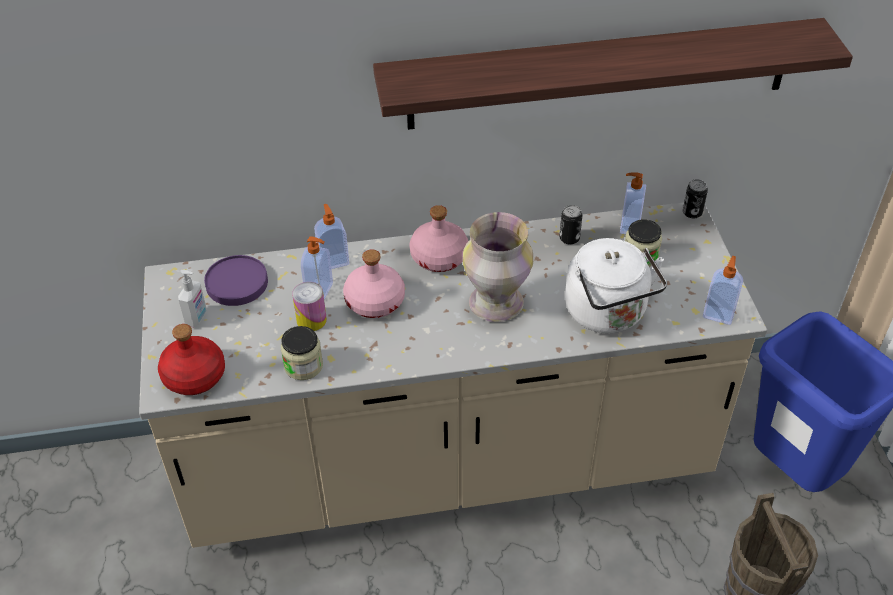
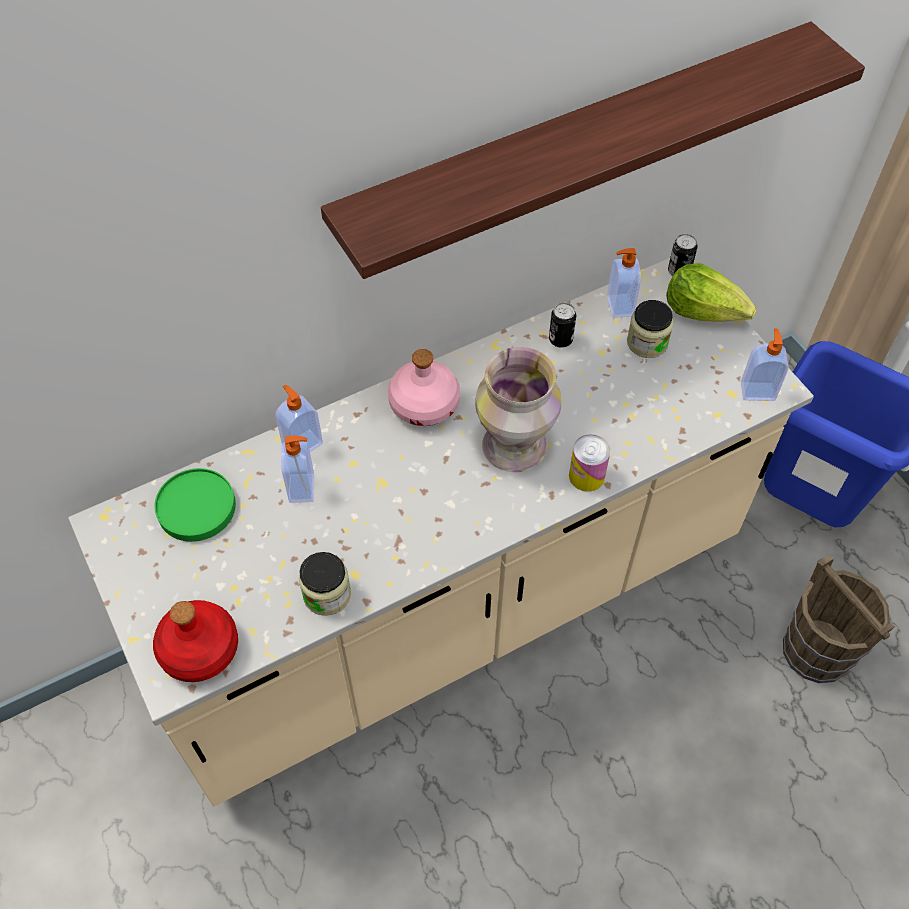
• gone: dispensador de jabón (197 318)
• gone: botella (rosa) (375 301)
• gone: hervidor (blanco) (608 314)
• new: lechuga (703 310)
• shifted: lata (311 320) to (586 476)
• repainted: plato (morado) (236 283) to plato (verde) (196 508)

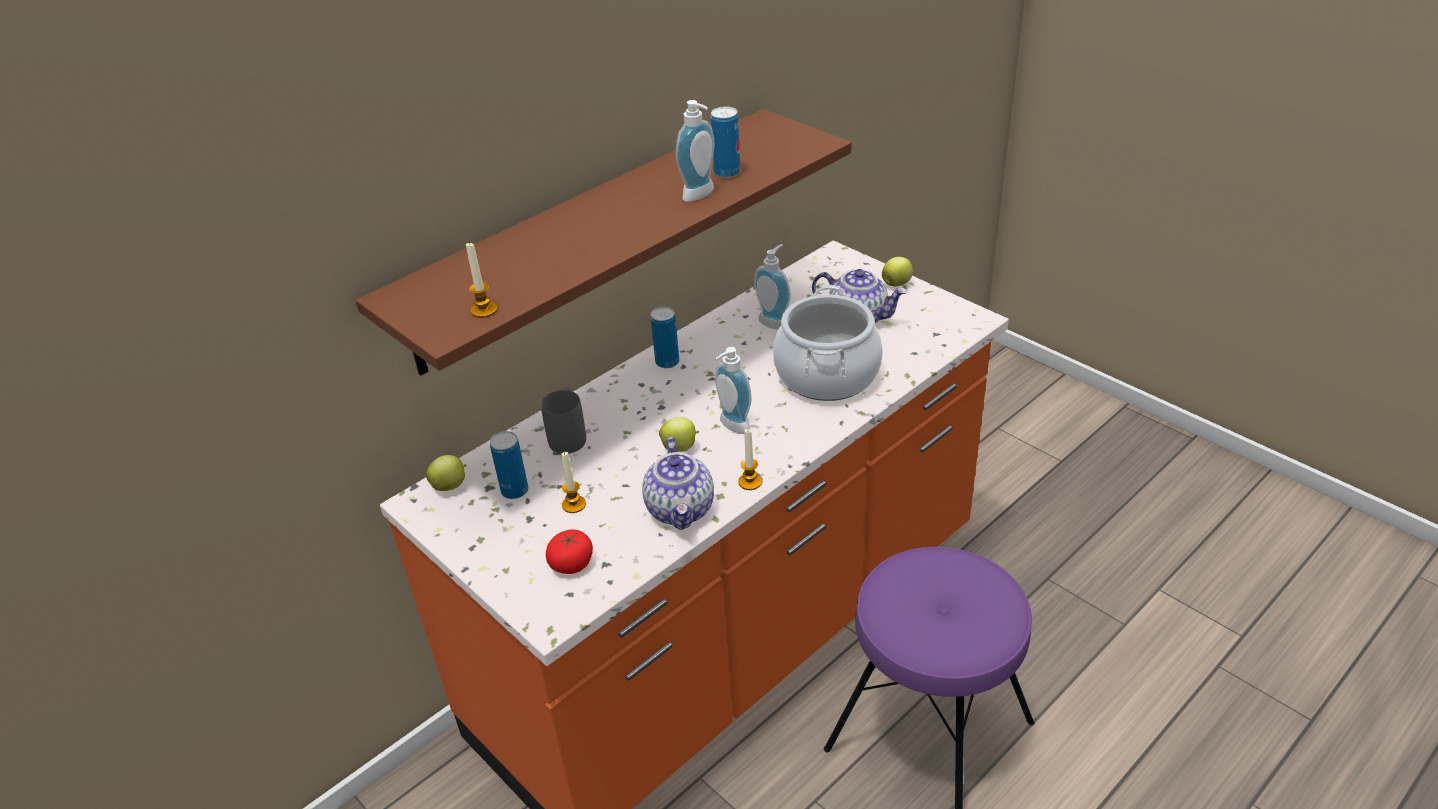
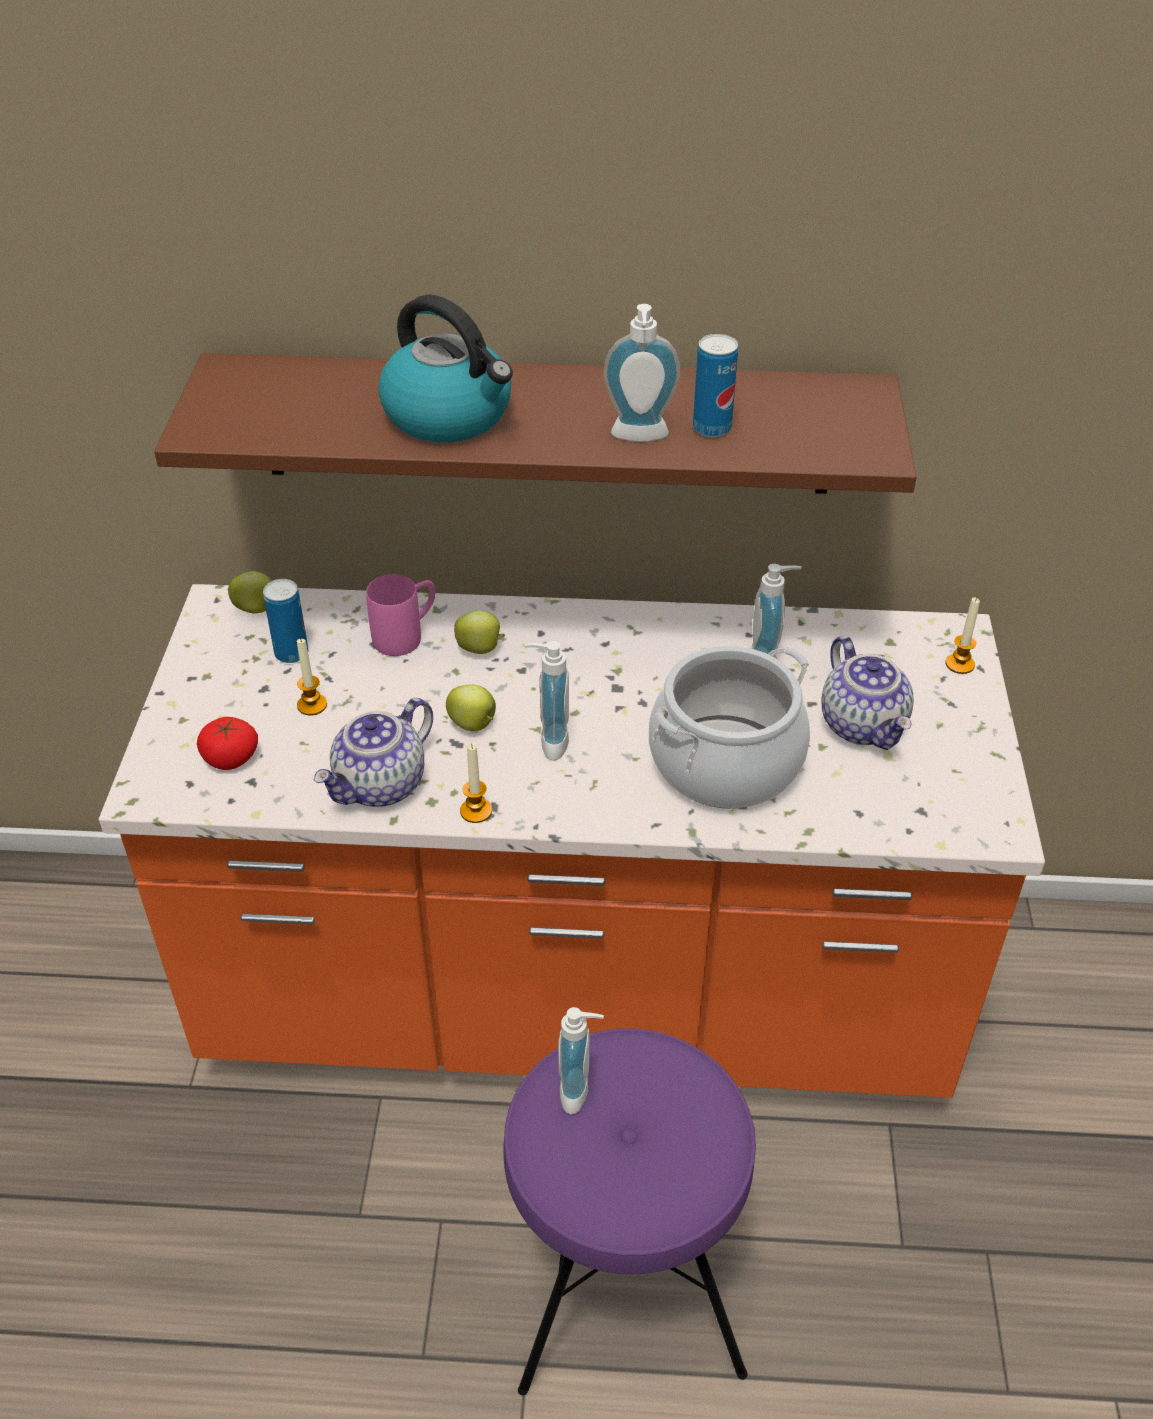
• gone: lata (667 362)
• new: hervidor (450 415)
• new: dispensador de jabón (580 1091)
• shifted: vela (484 310) to (959 664)
• shifted: manzana (897 284) to (480 649)
• repainted: taza grande (gris) (569 435) to taza grande (rosa) (406 635)

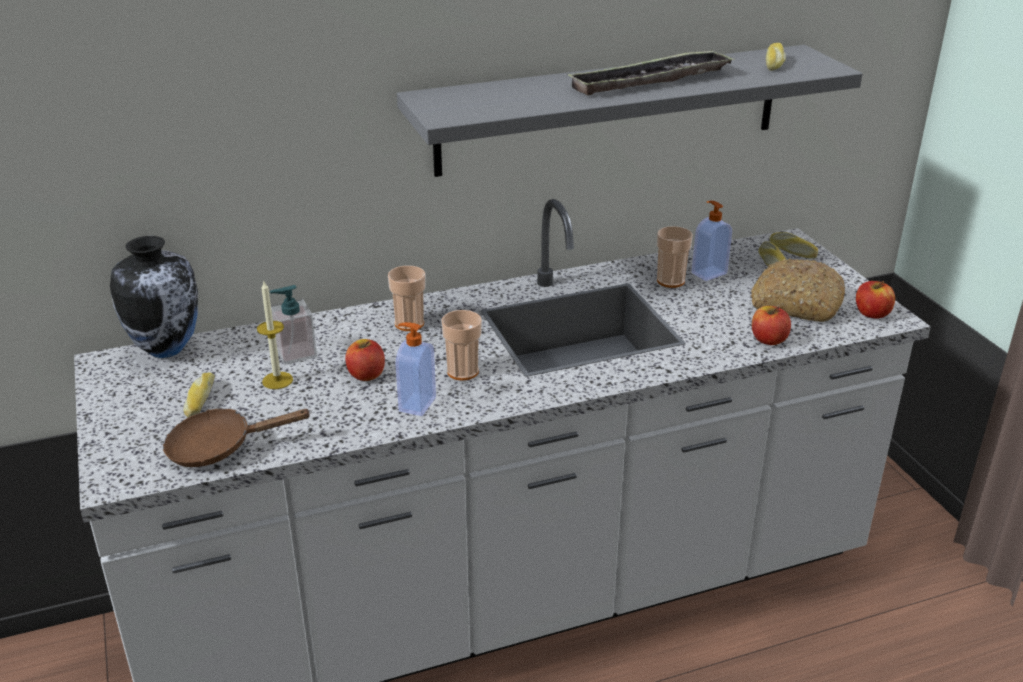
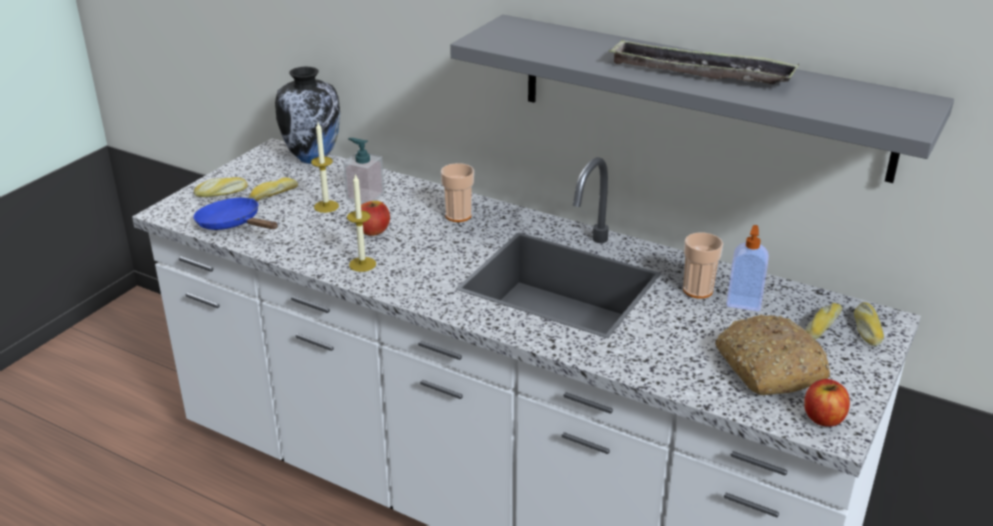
• gone: taza (463 371)
• gone: manzana (768 340)
• shifted: pan (774 63) to (221 193)
• swapped: dispensador de jabón (416 404) to vela (362 264)
• repainted: sartén (marrón) (219 447) to sartén (azul) (233 224)

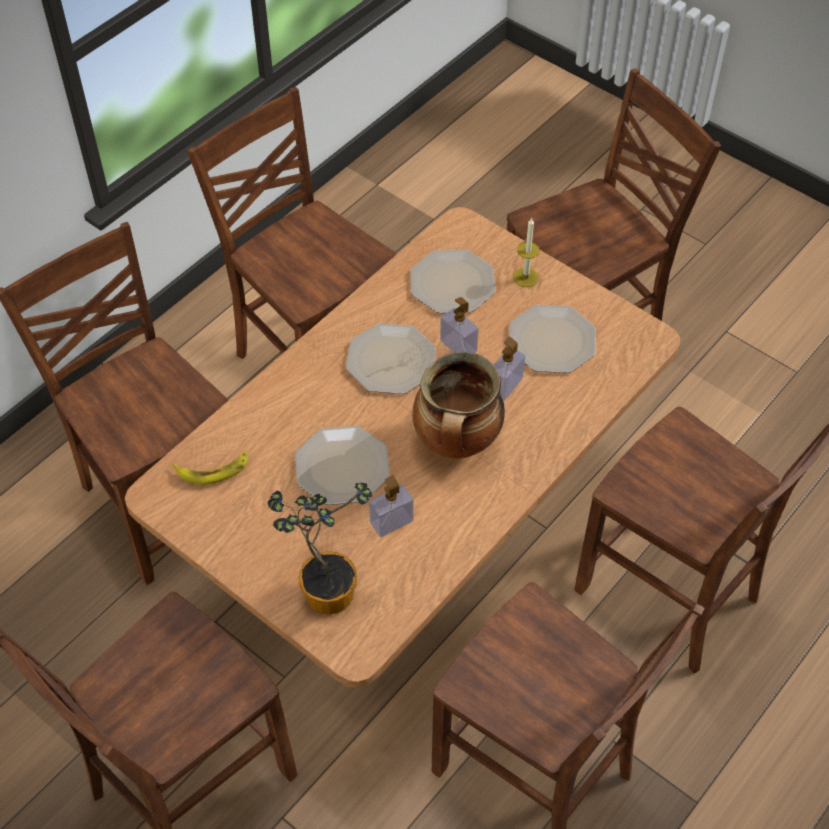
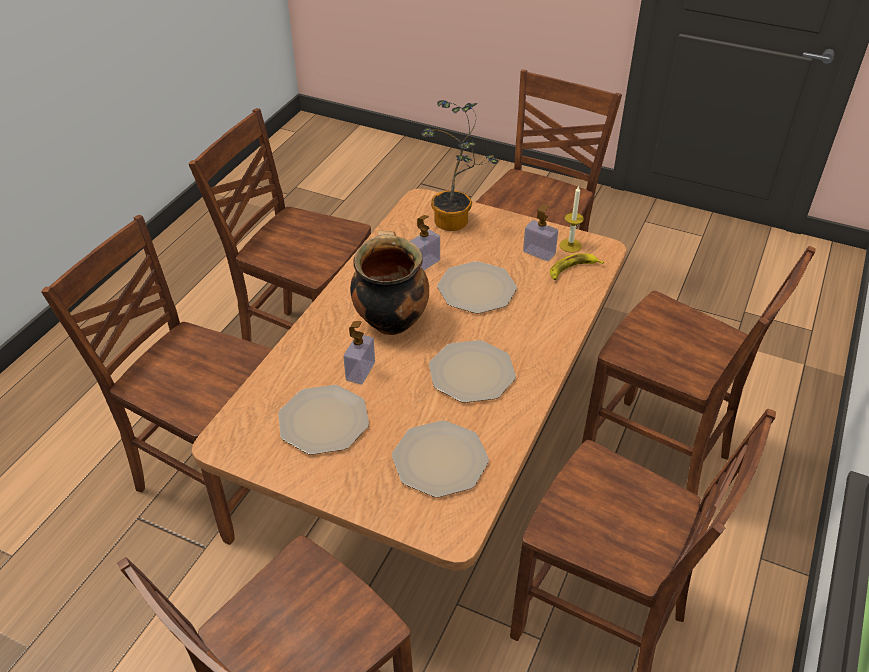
• shifted: dispensador de jabón (458 346) to (539 253)
• shifted: vela (525 277) to (570 245)

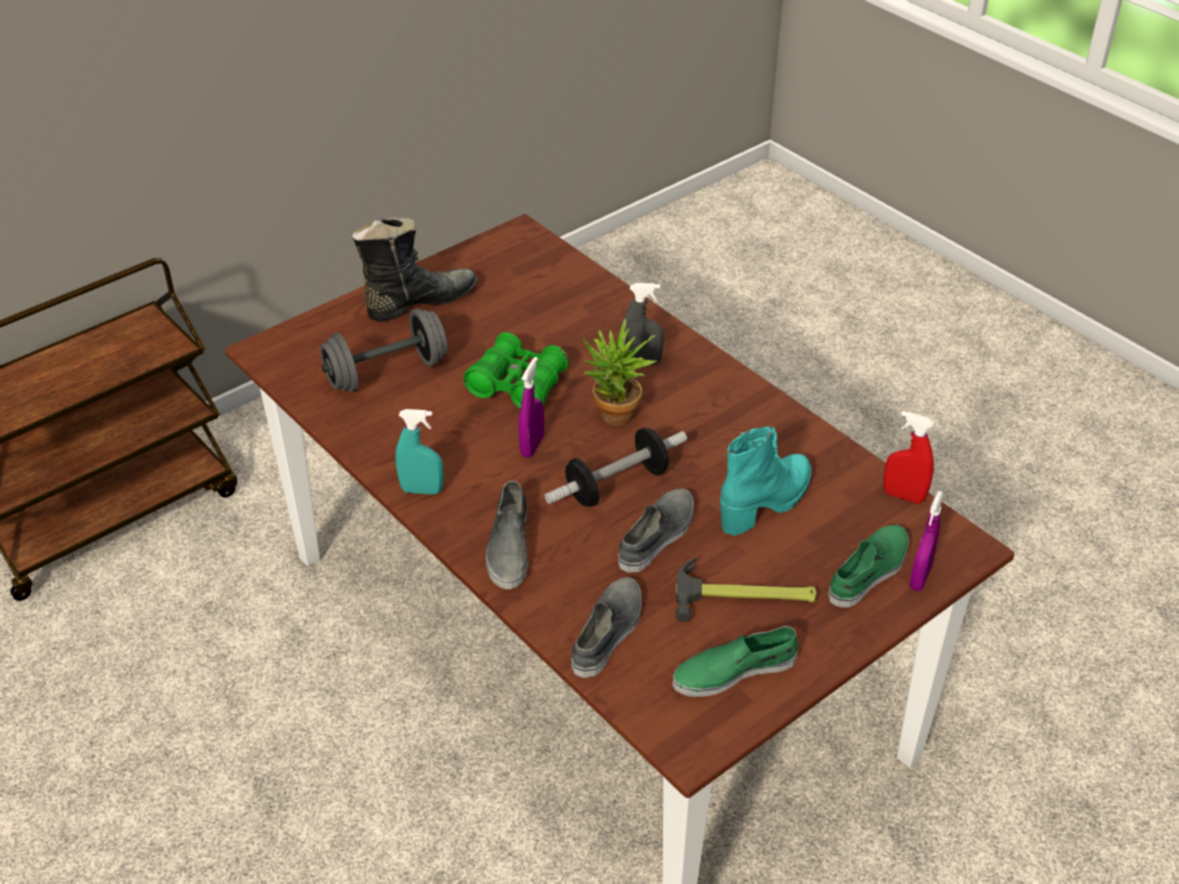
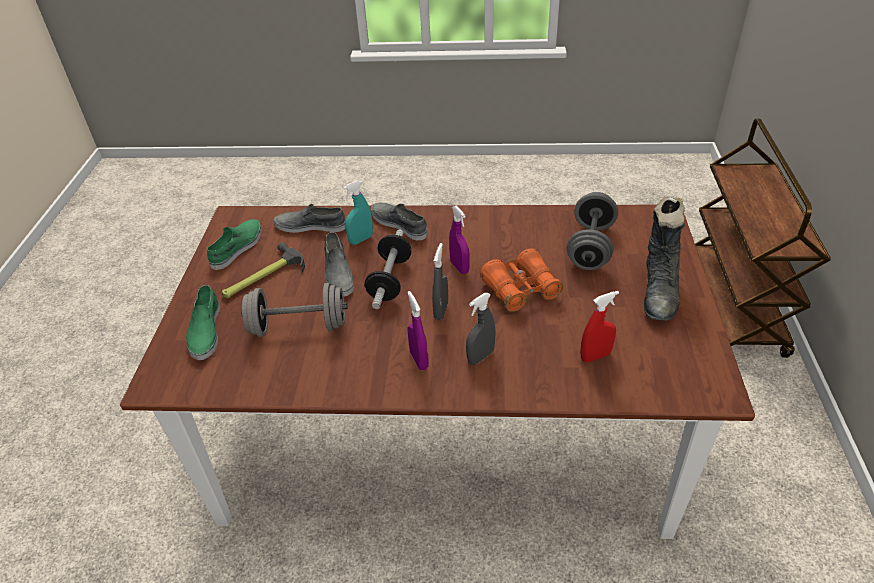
• shifted: pulverizador (turquesa) (422 490) to (361 239)
• shifted: pulverizador (rojo) (903 496) to (595 356)
• shifted: pulverizador (morado) (920 578) to (419 360)
• swapped: planta en maceta (615 419) to pulverizador (gris) (441 311)
• swapped: bota (turquesa) (766 503) to mancuerna (gris) (298 327)
• repainted: prismáticos (verde) (517 385) to prismáticos (naranja) (520 290)
• rotated: zapato (gris) (608 632) = (311 226) 120 degrees clockwise

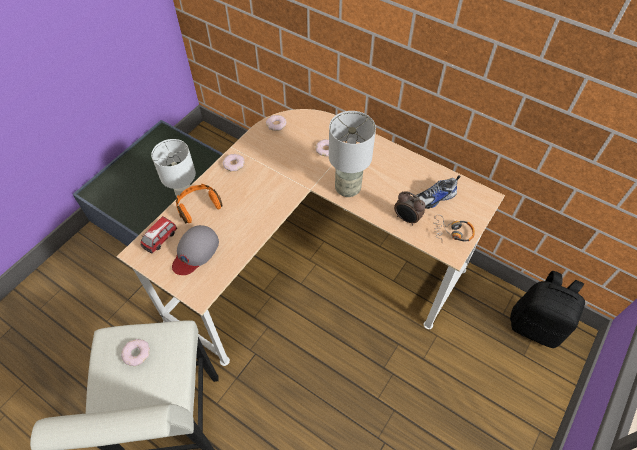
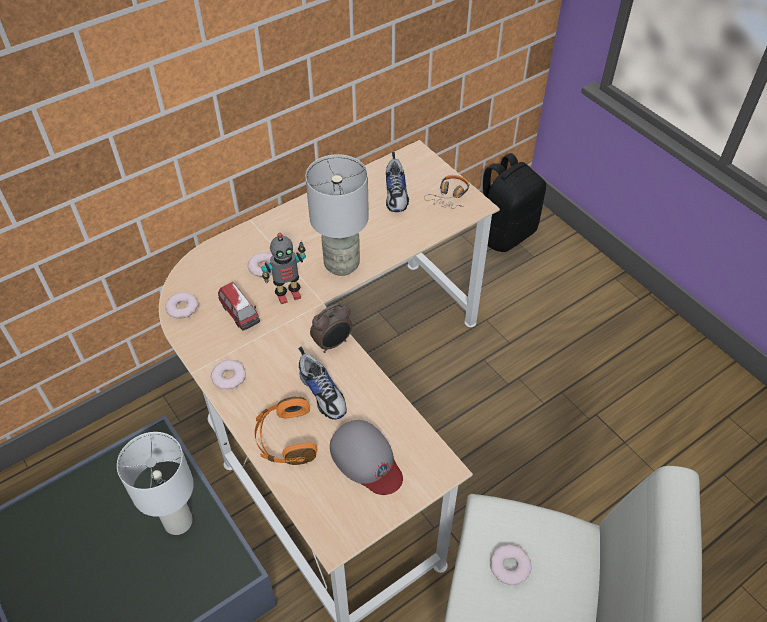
• new: robot de juguete (288 294)
• new: zapato (323 393)
• shifted: coche de juguete (160 239) to (240 314)
• shifted: despertador (406 219) to (333 343)

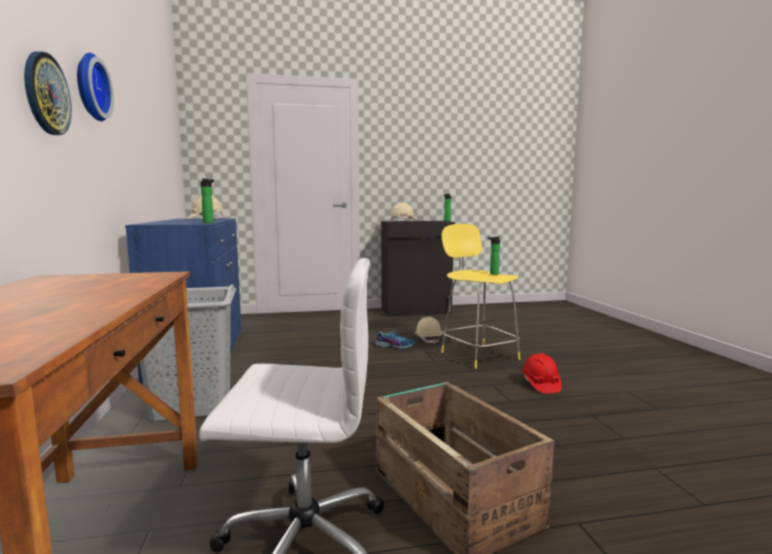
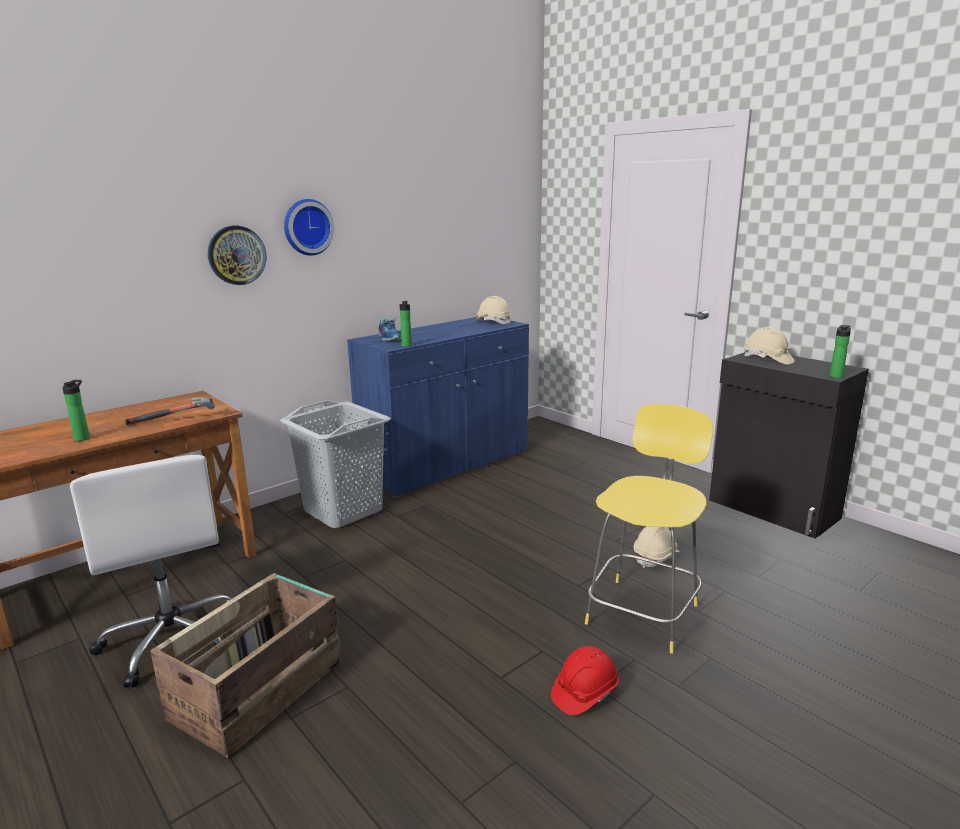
• new: martillo (175 420)
• shifted: zapato (395 346) to (389 338)
• shifted: botella (492 274) to (83 438)

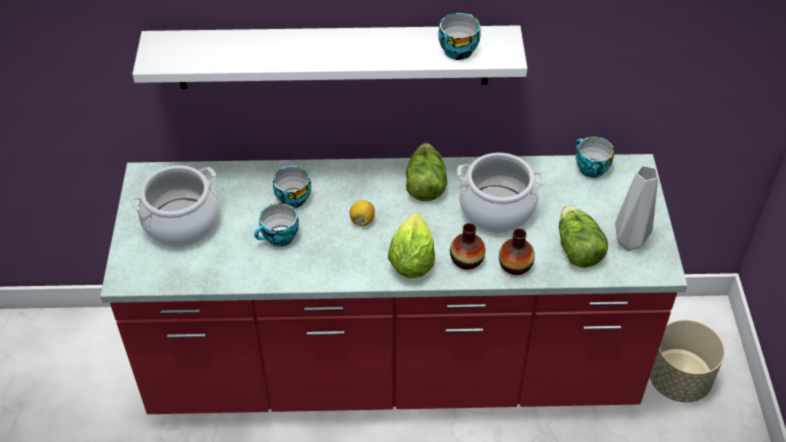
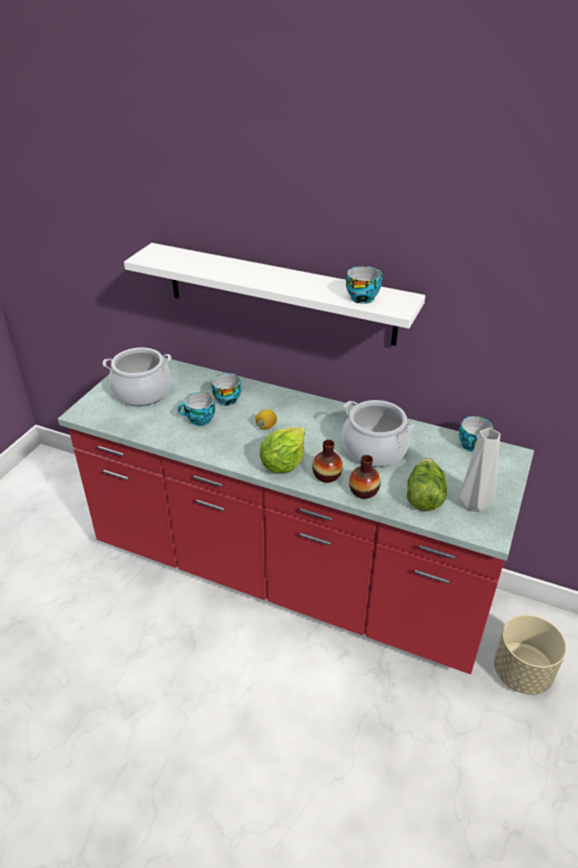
• gone: lechuga (424 184)

